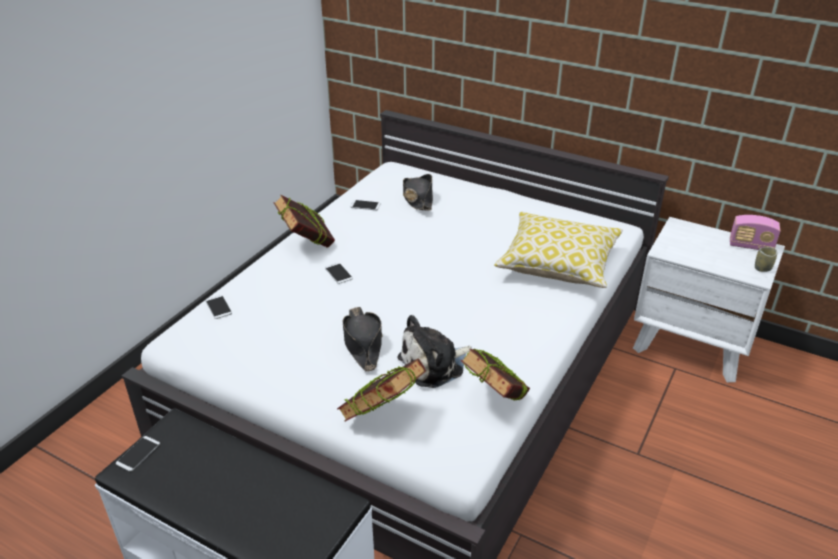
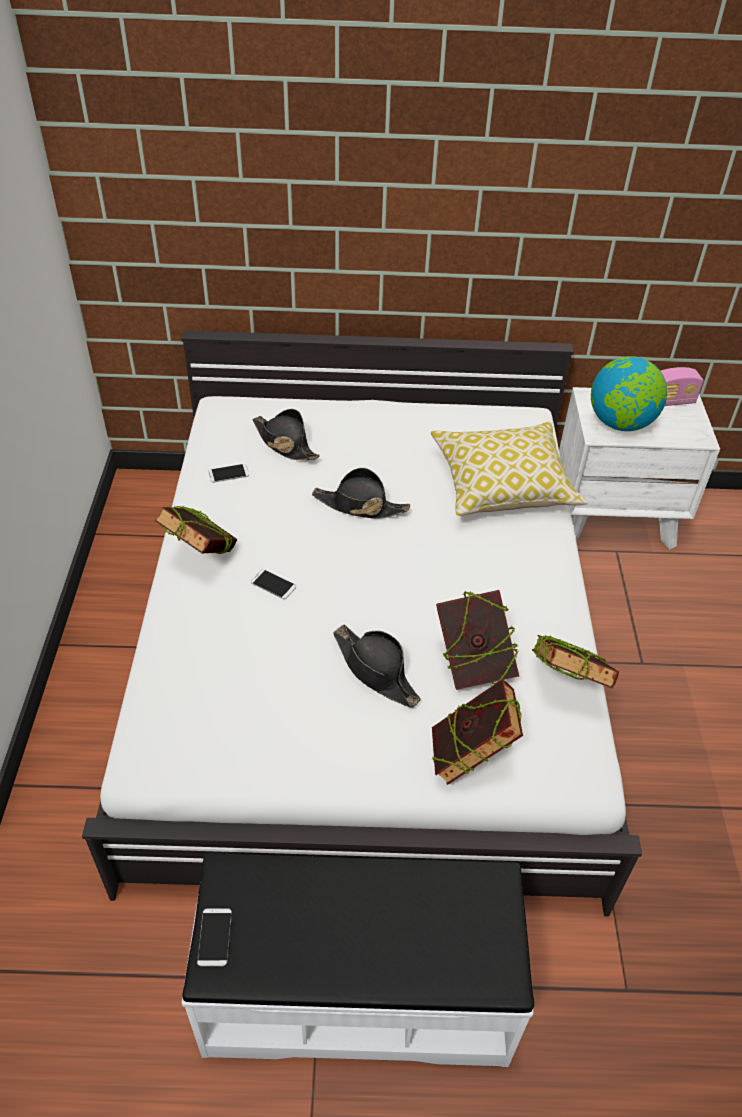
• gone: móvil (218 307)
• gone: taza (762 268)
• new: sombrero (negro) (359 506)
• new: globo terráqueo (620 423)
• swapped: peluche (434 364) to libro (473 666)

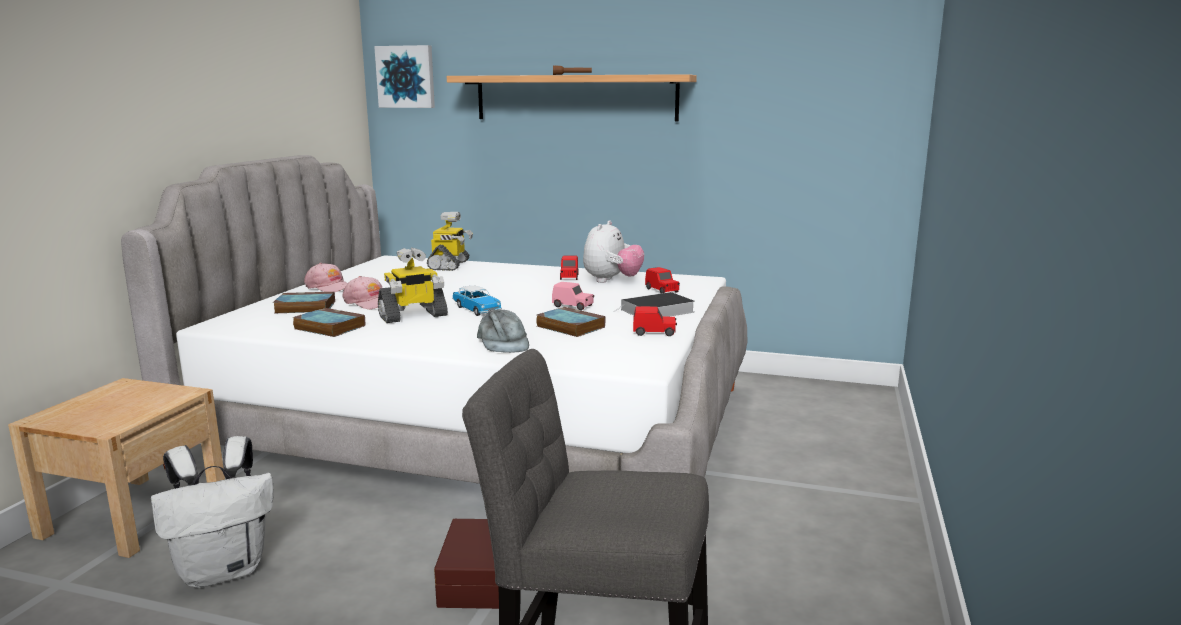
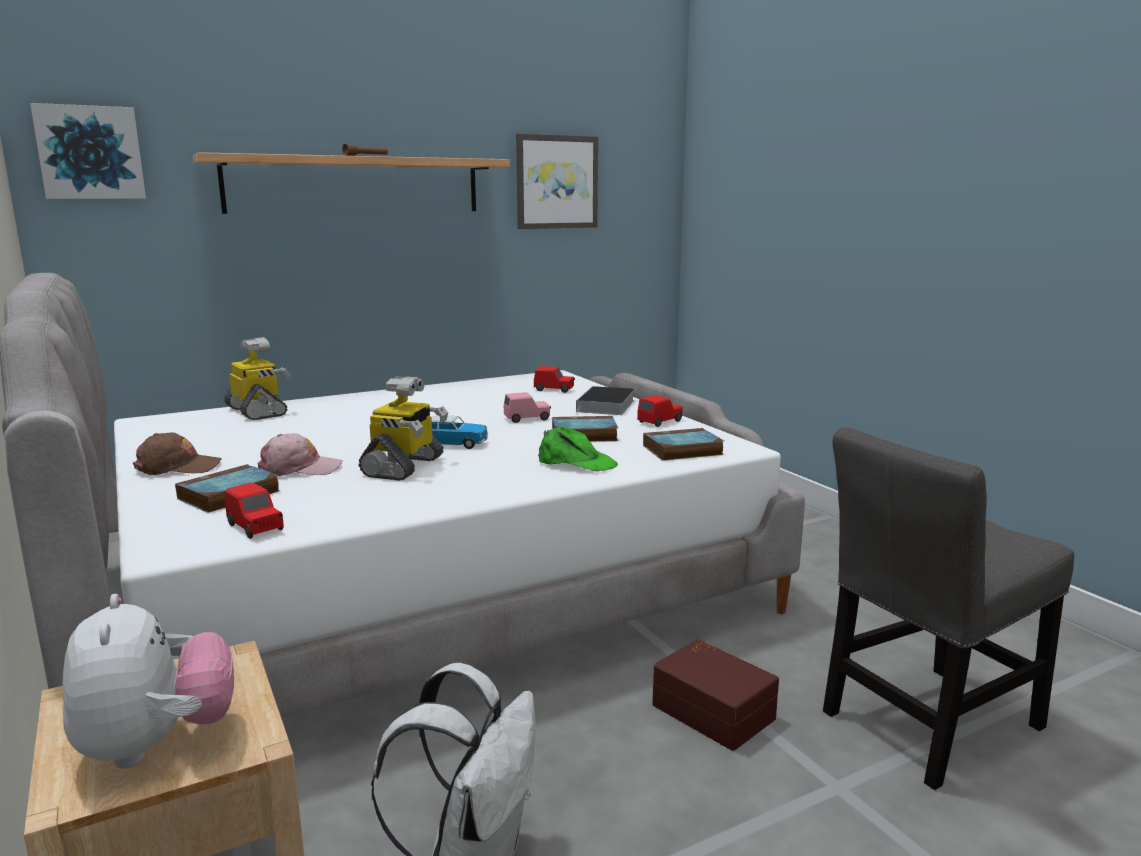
• new: cuadro (556 182)
• shifted: libro (328 327) to (681 450)
• shifted: coche de juguete (rojo) (569 277) to (255 527)
• shifted: peluche (612 281) to (156 744)
• repainted: gorra (rosa) (330 287) to gorra (marrón) (178 467)
• repainted: gorra (gris) (503 342) to gorra (verde) (577 463)

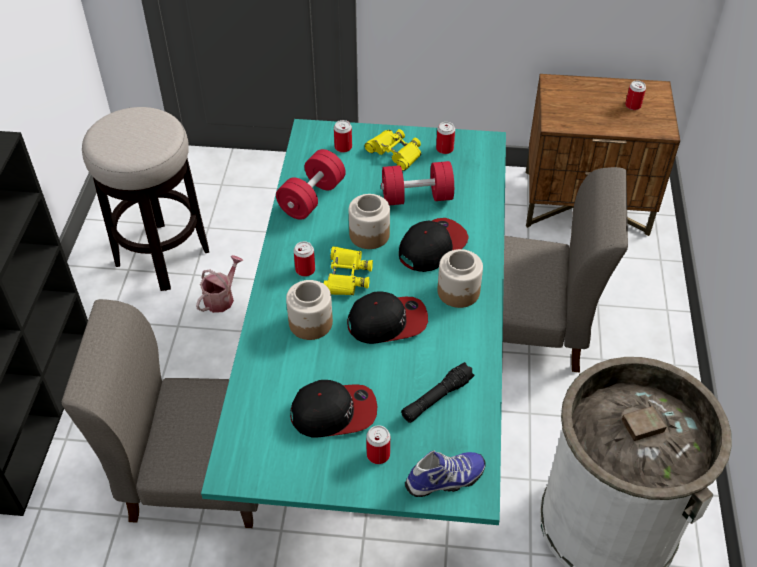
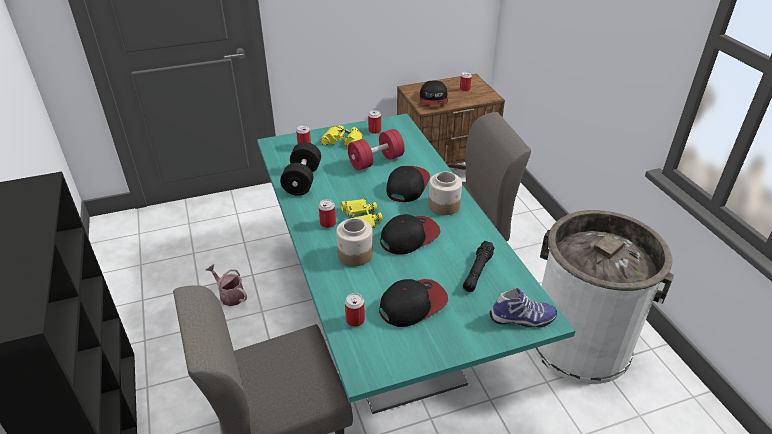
• gone: taburete (163 256)
• gone: tarro (369 235)
• new: gorra (433 99)
• shifted: lata (378 455) to (355 320)
• repainted: mancuerna (rojo) (312 198) to mancuerna (negro) (302 180)
• rotated: regadera (221 298) = (230 295) 60 degrees counterclockwise
• rotated: zapato (445 480) = (522 319) 45 degrees clockwise

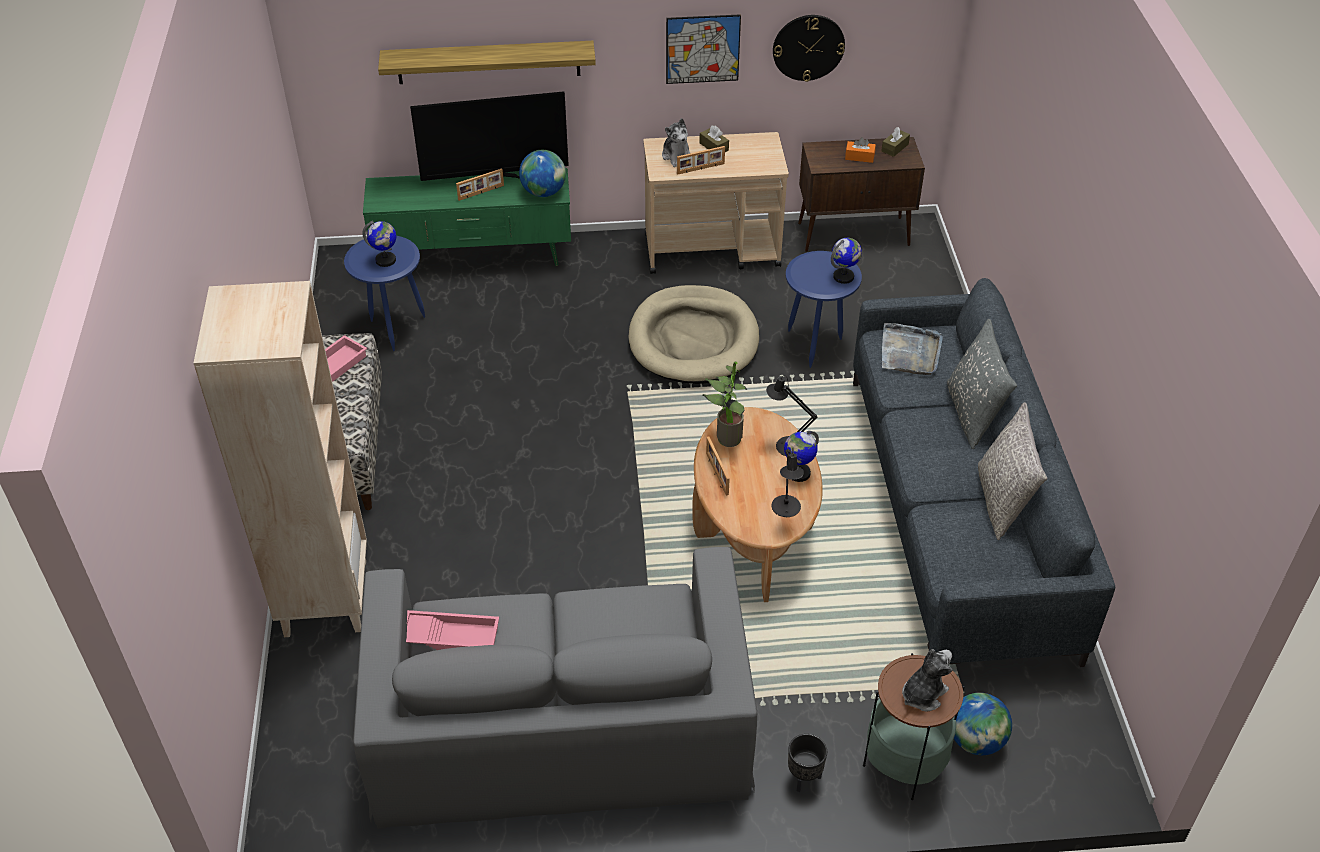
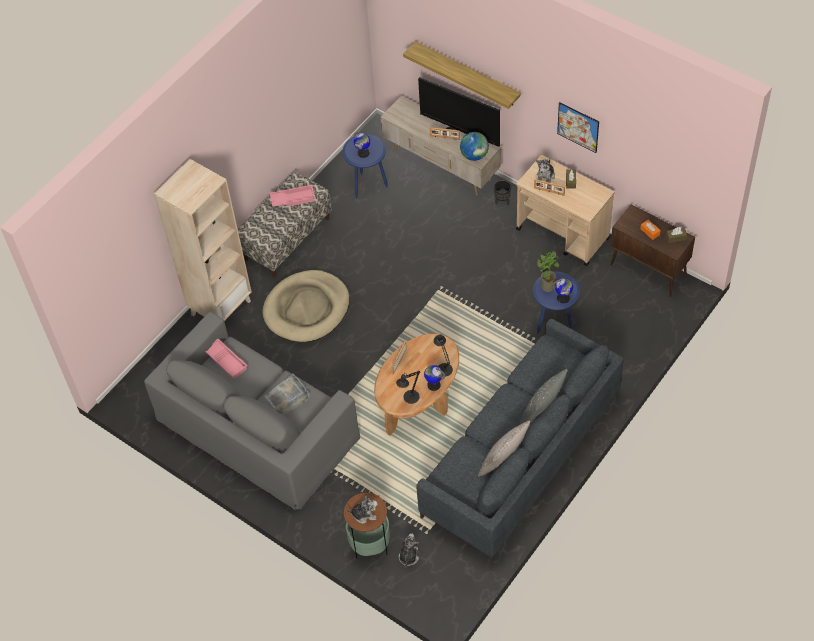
• gone: reloj de pared (808 47)
• shifted: cama para perro (beis) (693 340) to (307 309)
• shifted: planta en maceta (725 438) to (546 285)
• shifted: maceta (negro) (803 778) to (502 201)
• shifted: bandeja (gris) (910 352) to (288 397)
• swapped: globo terráqueo (976 741) to peluche (408 556)
• repainted: mueble de televisión (verde) (474 259) to mueble de televisión (beis) (441 166)

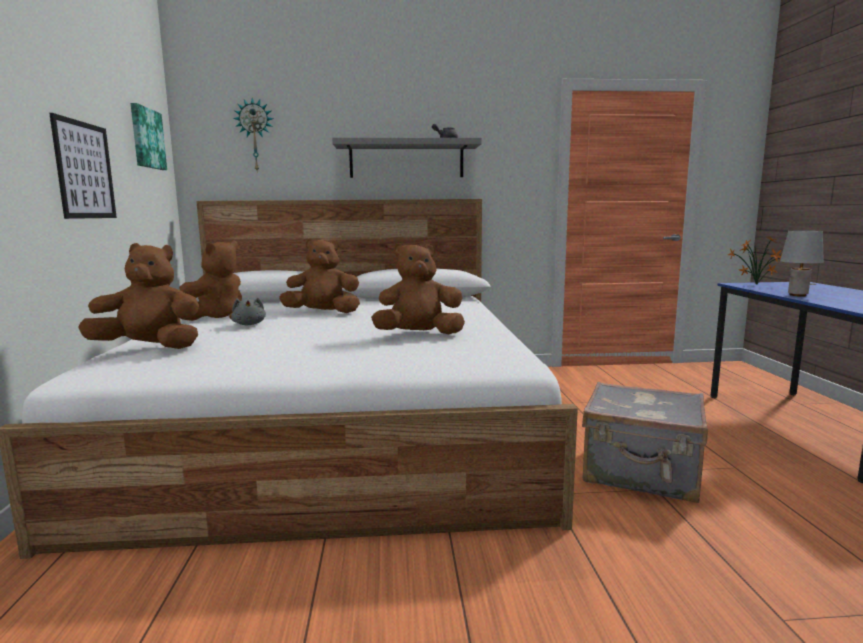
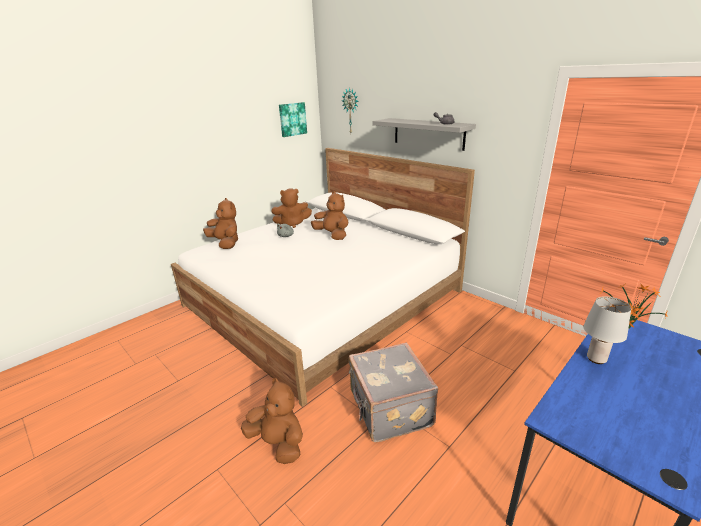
• gone: cuadro (85 170)
• shifted: peluche (marrón) (419 335) to (278 443)

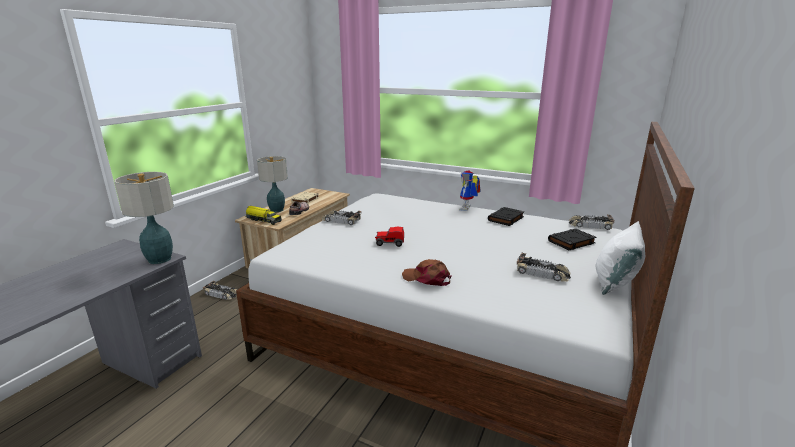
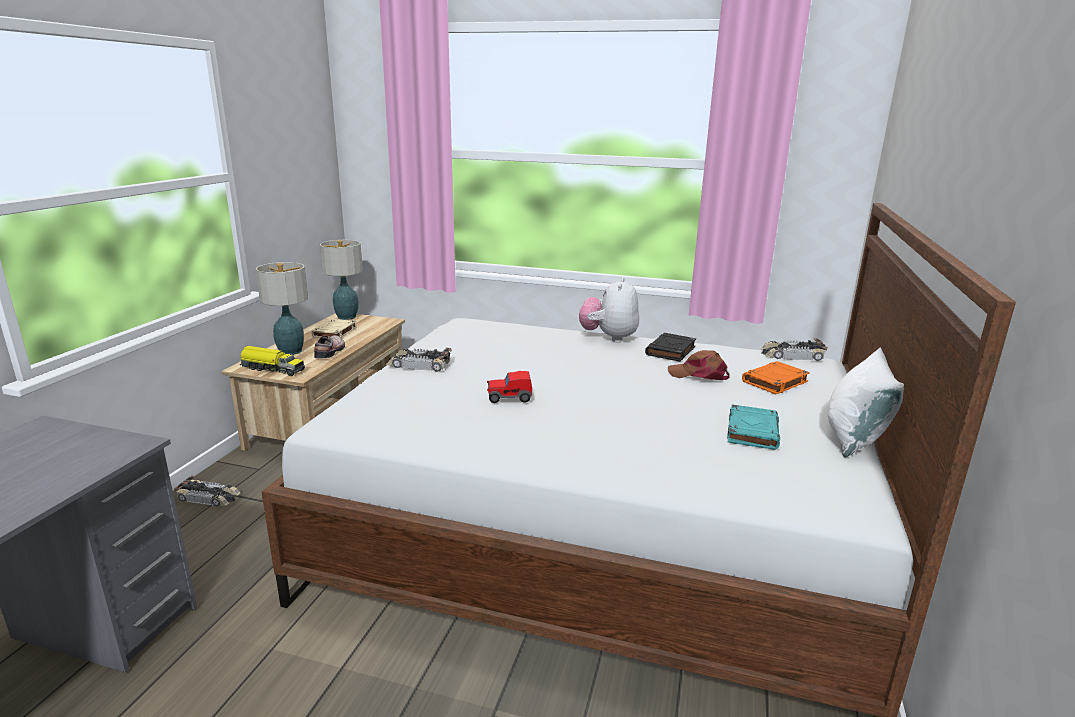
• shifted: lámpara de mesa (160 259) to (347 317)
• shifted: gorra (marrón) (427 278) to (699 374)
• swapped: robot de juguete (467 209) to peluche (609 338)
• swapped: coche de juguete (543 273) to libro (turquesa) (752 431)
• repainted: libro (negro) (571 242) to libro (naranja) (774 382)

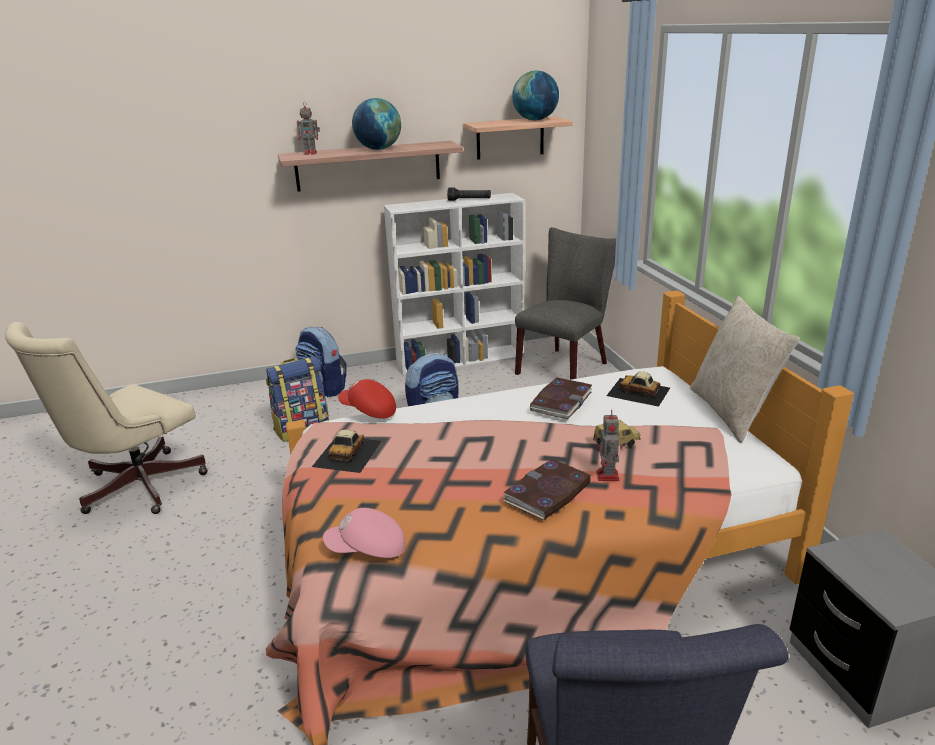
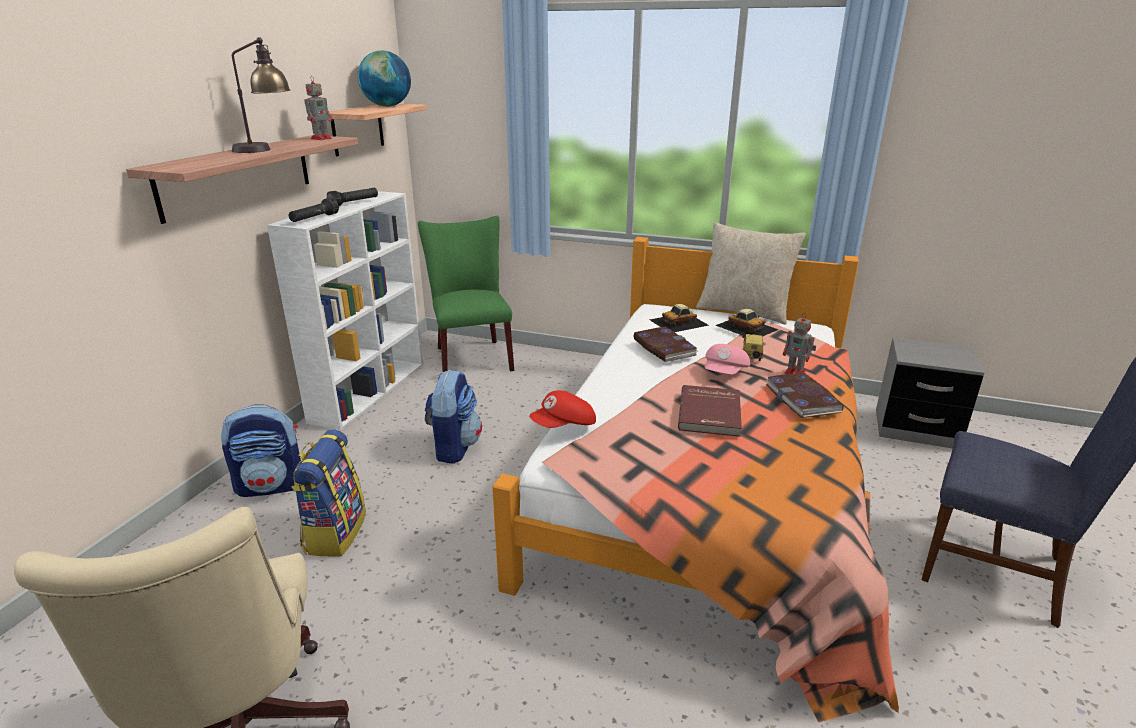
• new: linterna (negro) (314 219)
• new: libro (rojo) (711 413)
• shifted: robot de juguete (311 153) to (322 138)
• shifted: coche de juguete (348 453) to (746 327)
• shifted: gorra (rosa) (367 550) to (725 373)
• swapped: globo terráqueo (378 149) to lámpara de mesa (266 149)
• repainted: silla (gris) (566 366) to silla (verde) (471 356)

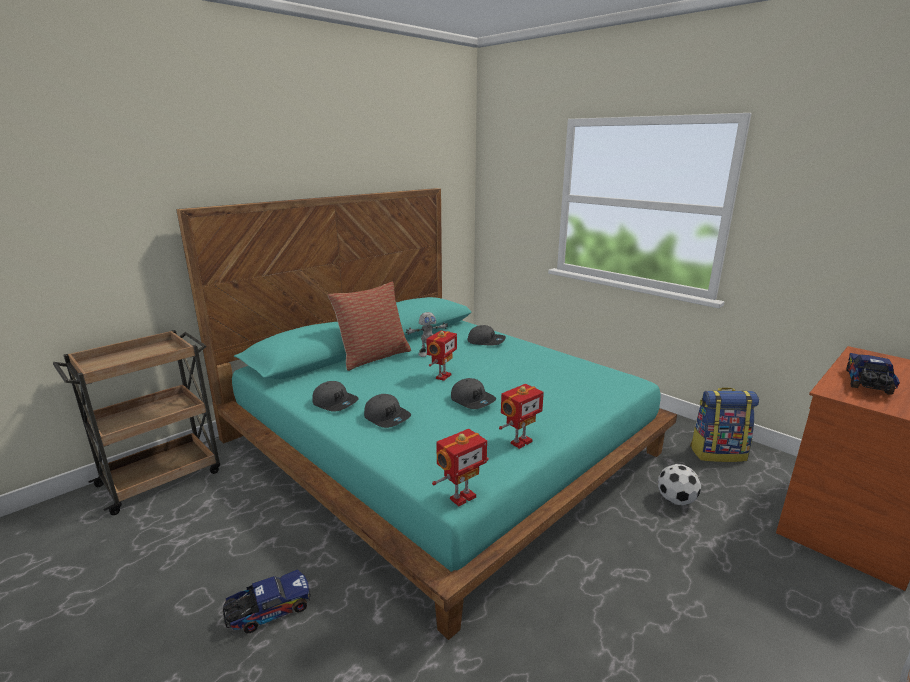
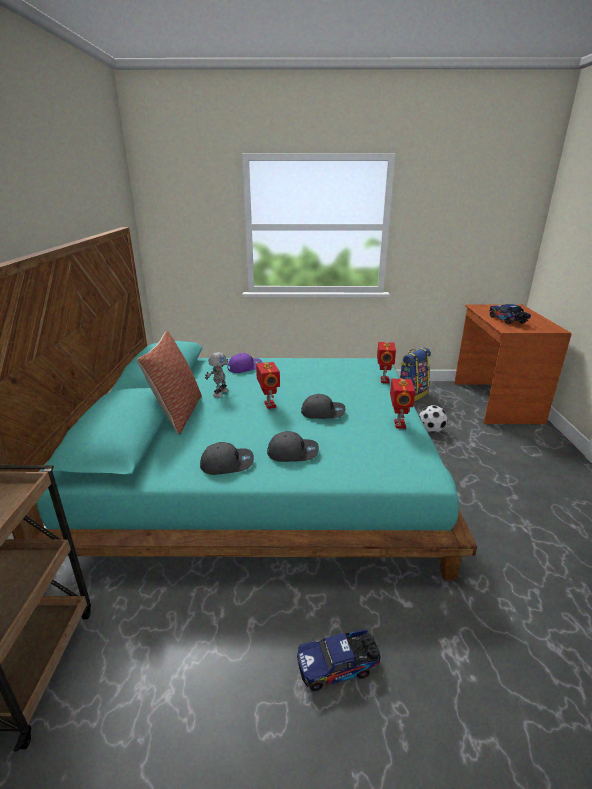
• shifted: robot de juguete (461 497) to (383 380)
• repainted: gorra (gris) (486 341) to gorra (morado) (245 367)
• rotated: camión de juguete (268 611) = (339 666) 120 degrees counterclockwise

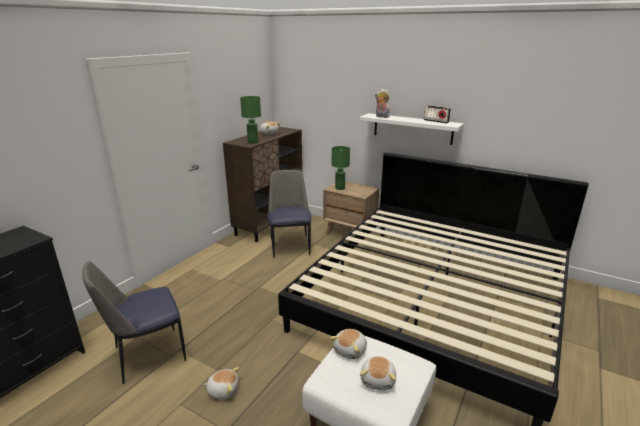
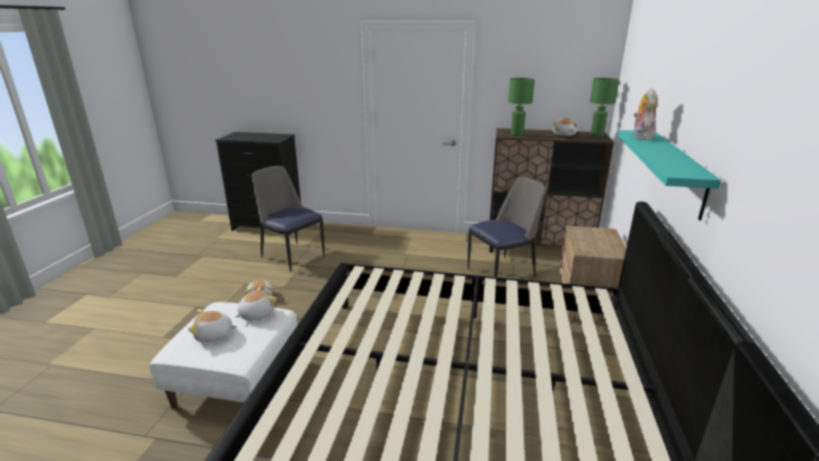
• gone: radio (436 121)
• shifted: lámpara de mesa (verde) (340 188) to (597 135)
• repainted: estante (blanco) (412 128) to estante (turquesa) (677 171)
• rotated: peluche (350 350) = (256 314) 120 degrees clockwise

